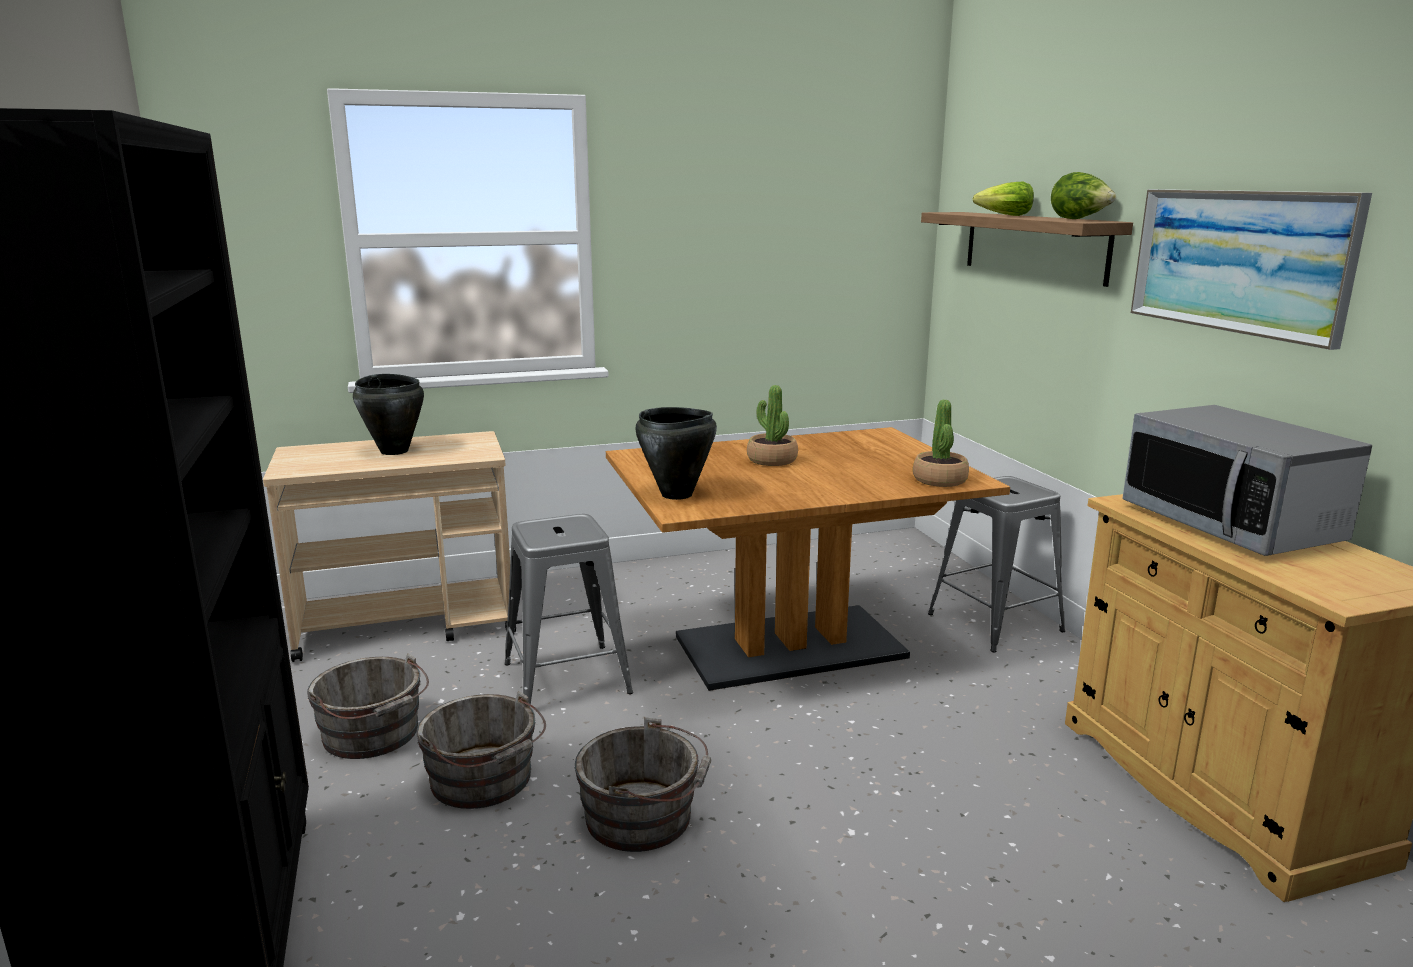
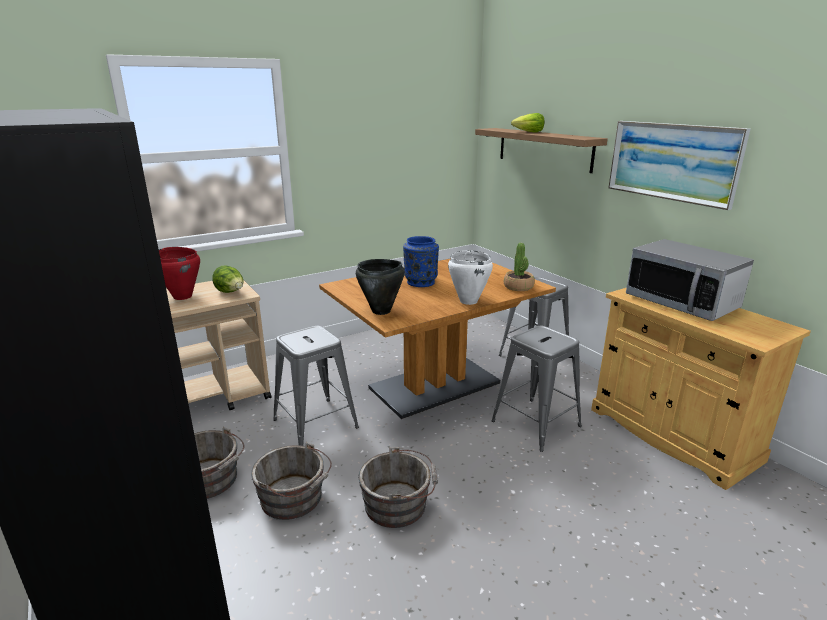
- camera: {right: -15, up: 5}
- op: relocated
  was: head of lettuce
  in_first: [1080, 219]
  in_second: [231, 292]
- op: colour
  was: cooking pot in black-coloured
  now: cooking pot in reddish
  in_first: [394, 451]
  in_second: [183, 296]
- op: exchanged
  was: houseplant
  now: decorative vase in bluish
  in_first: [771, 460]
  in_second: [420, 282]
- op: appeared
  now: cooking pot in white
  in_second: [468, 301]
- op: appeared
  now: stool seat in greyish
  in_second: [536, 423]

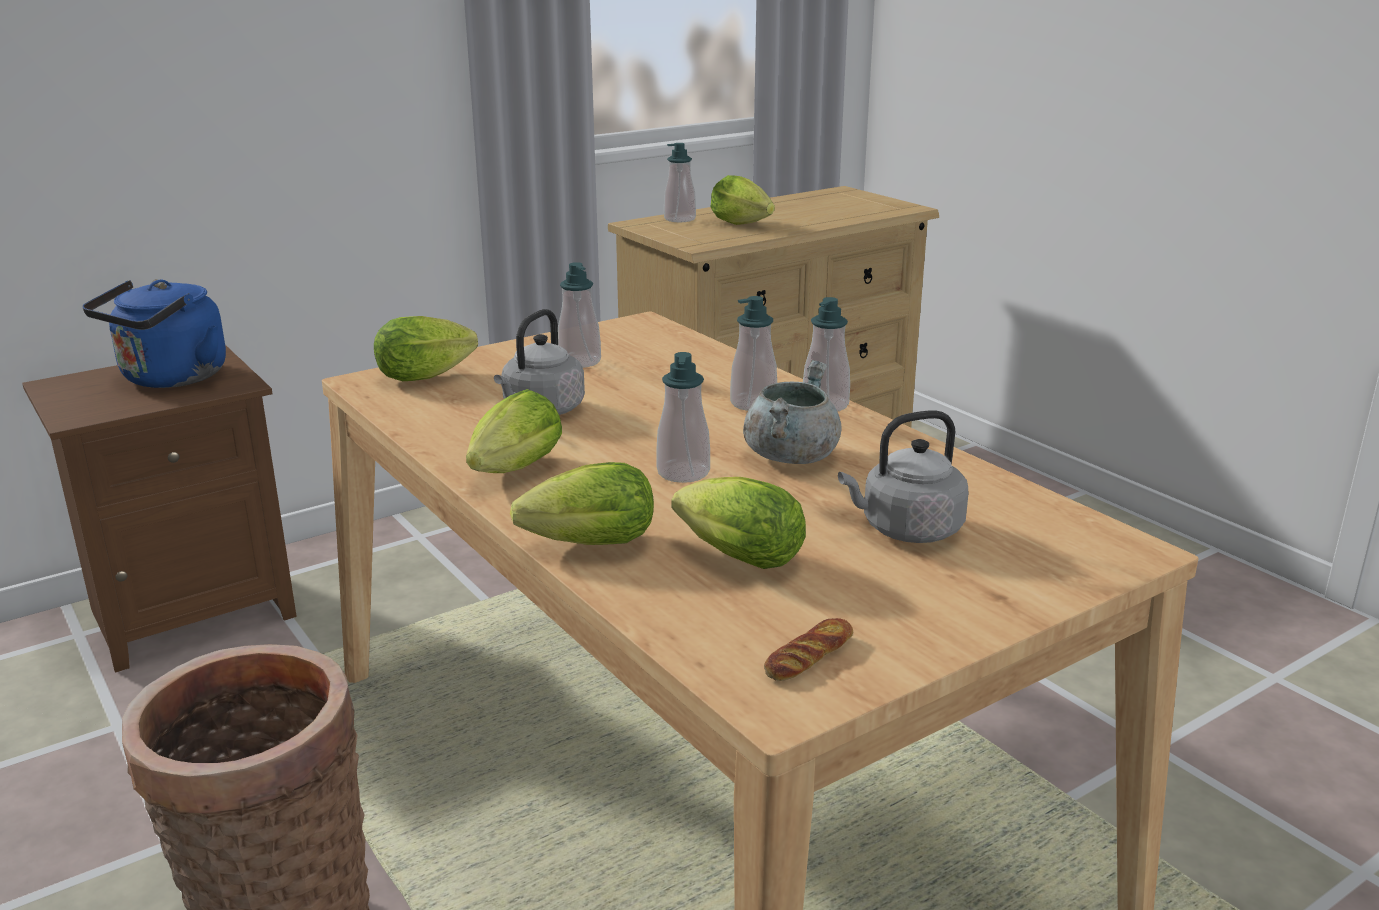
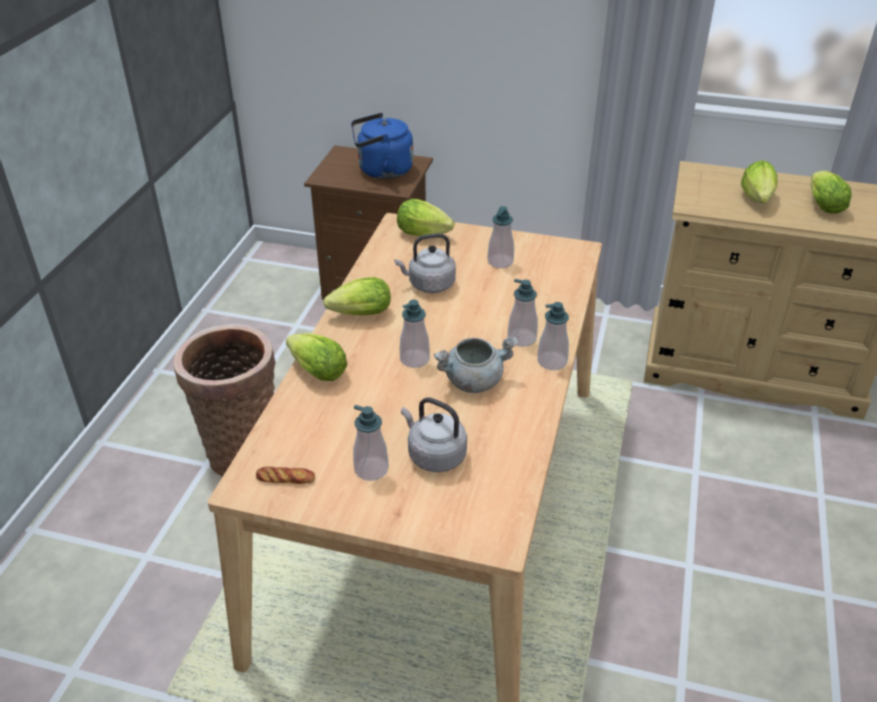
- camera: {right: 50, up: 15}
- op: relocated
  was: liquid soap bottle
  in_first: [679, 219]
  in_second: [371, 469]
- op: relocated
  was: head of lettuce
  in_first: [733, 556]
  in_second: [822, 205]

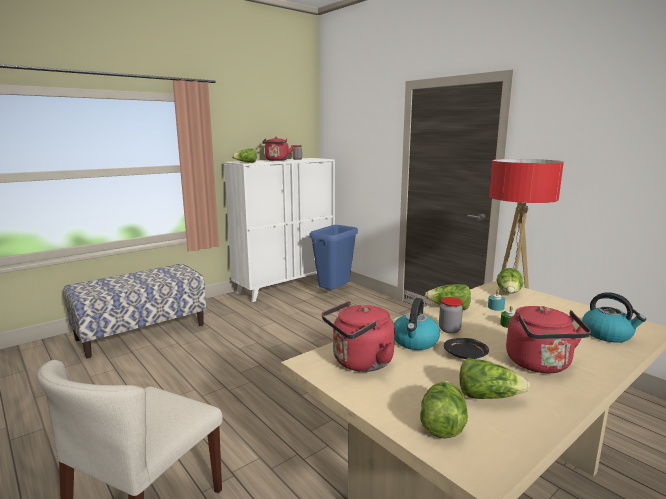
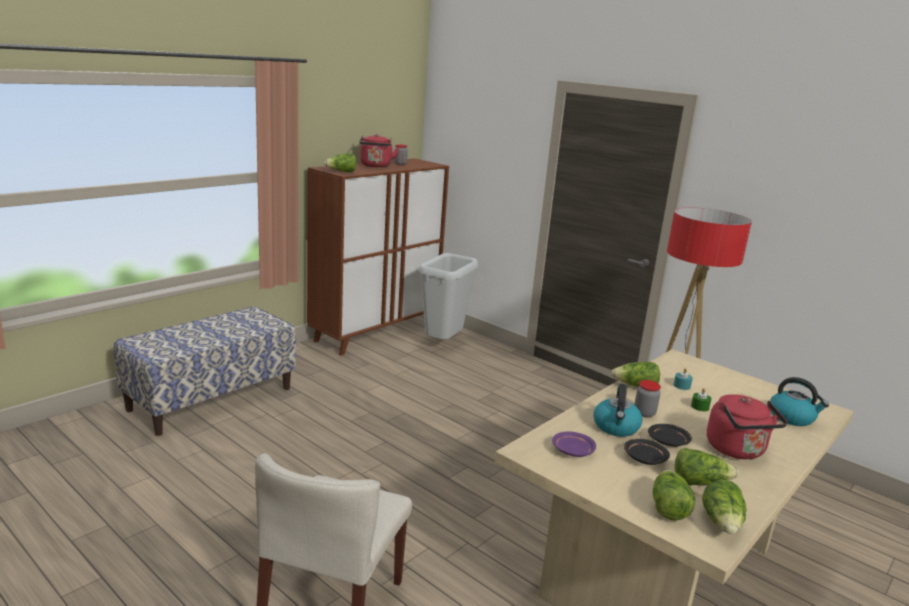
- camera: {right: -10, up: 5}
- op: colour
  was: cabinet in white
  now: cabinet in brownish
  in_first: [285, 286]
  in_second: [375, 332]
- op: colour
  was: rubbish bin in bluish
  now: rubbish bin in greyish
  in_first: [334, 293]
  in_second: [443, 344]
- op: relocated
  was: head of lettuce
  in_first: [509, 293]
  in_second: [722, 523]
- op: exchanged
  was: kettle in reddish
  now: flat dish in purplish
  in_first: [359, 362]
  in_second: [572, 451]
- op: appeared
  now: flat dish in black-coloured
  in_second: [644, 458]

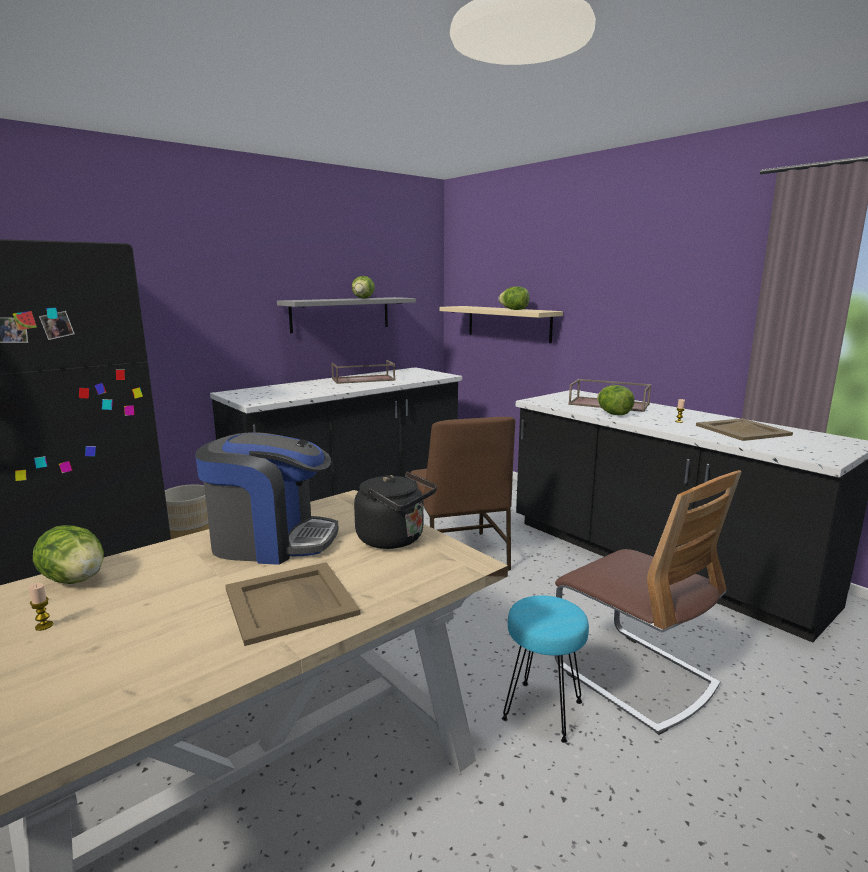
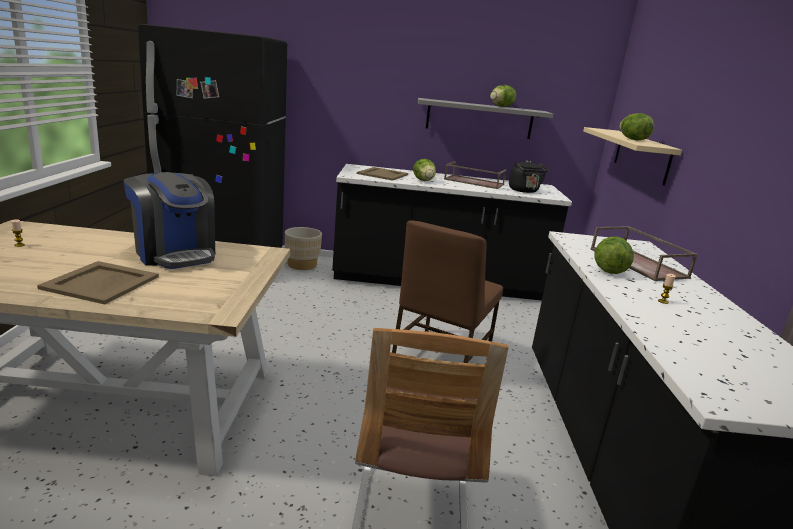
- camera: {right: 40, up: 5}
- op: relocated
  was: tray in sand-coloured
  in_first: [741, 430]
  in_second: [382, 174]
- op: relocated
  was: kettle in black-coloured
  in_first: [394, 539]
  in_second: [524, 191]
- op: relocated
  was: head of lettuce
  in_first: [75, 579]
  in_second: [423, 181]
- op: missing
  was: stool seat in turquoise-coloured
  in_first: [542, 711]

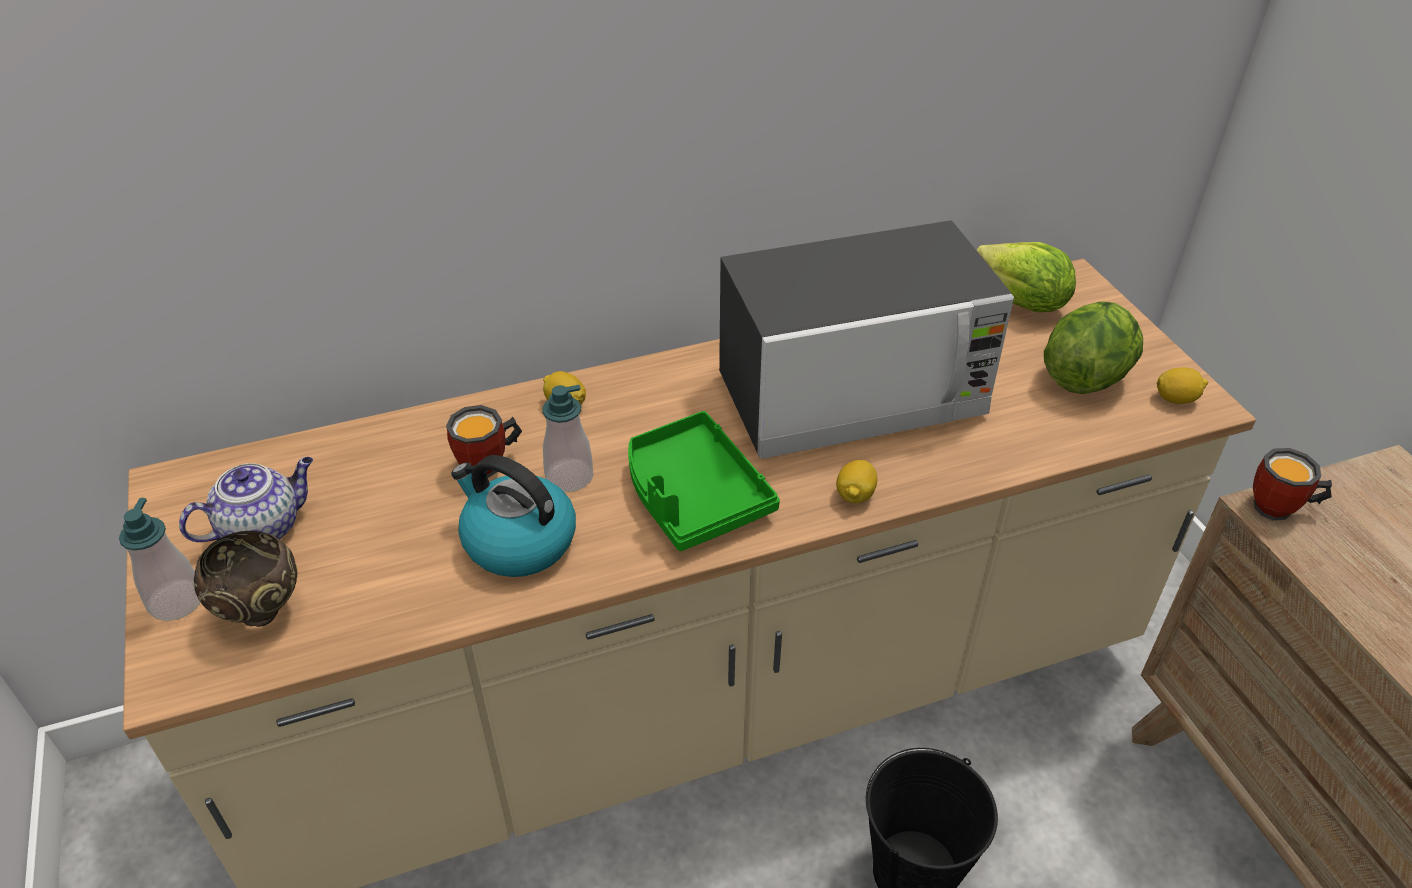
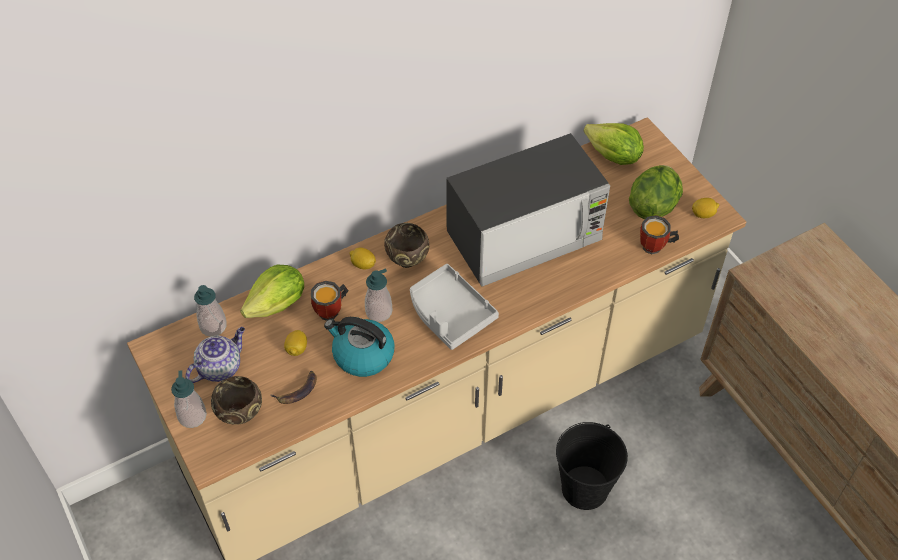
- camera: {right: -10, up: 10}
- op: colour
  was: tray in green
  now: tray in greyish
  in_first: [693, 496]
  in_second: [449, 314]
- op: relocated
  was: tea mug
  in_first: [1280, 511]
  in_second: [656, 248]
- op: relocated
  was: citrus fruit
  in_first: [855, 495]
  in_second: [296, 349]
- op: appeared
  now: bowl in brownish
  in_second: [408, 262]
- op: appeared
  now: head of lettuce
  in_second: [278, 305]
- op: appeared
  now: liquid soap bottle
  in_second: [213, 326]
- op: appeared
  now: banana fruit
  in_second: [297, 390]

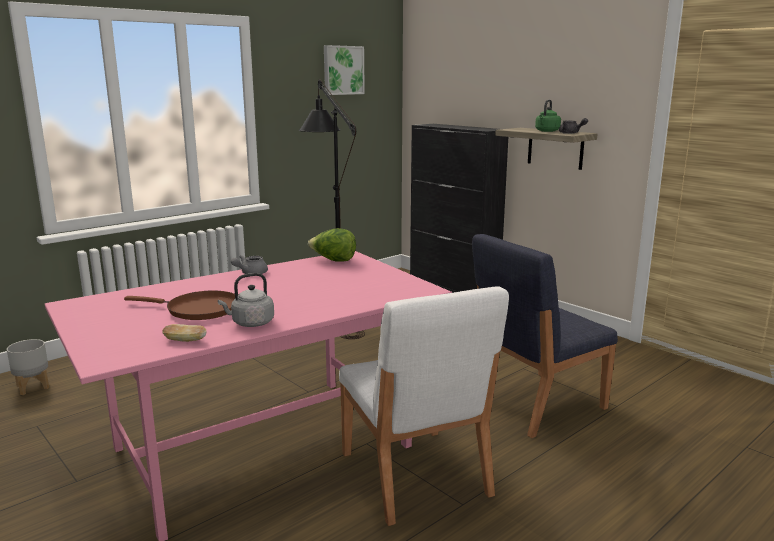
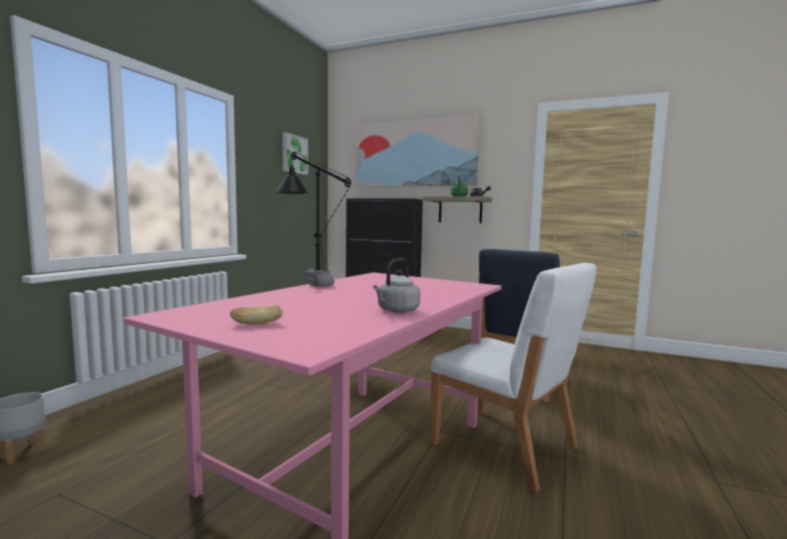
- camera: {right: -25, up: -10}
- op: missing
  was: head of lettuce
  in_first: [333, 261]
- op: missing
  was: frying pan in brownish
  in_first: [198, 309]
- op: relocated
  was: baked bread
  in_first: [185, 341]
  in_second: [257, 323]
- op: appeared
  now: wall picture
  in_second: [414, 153]

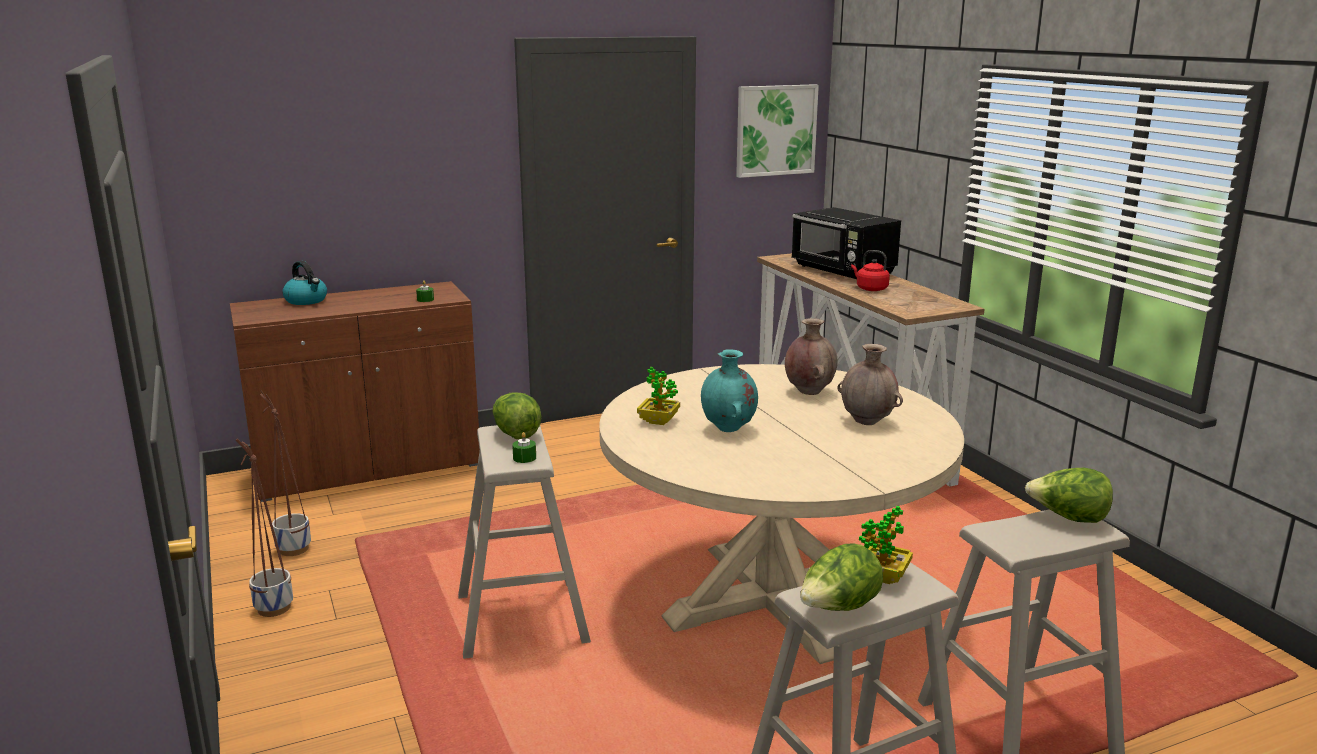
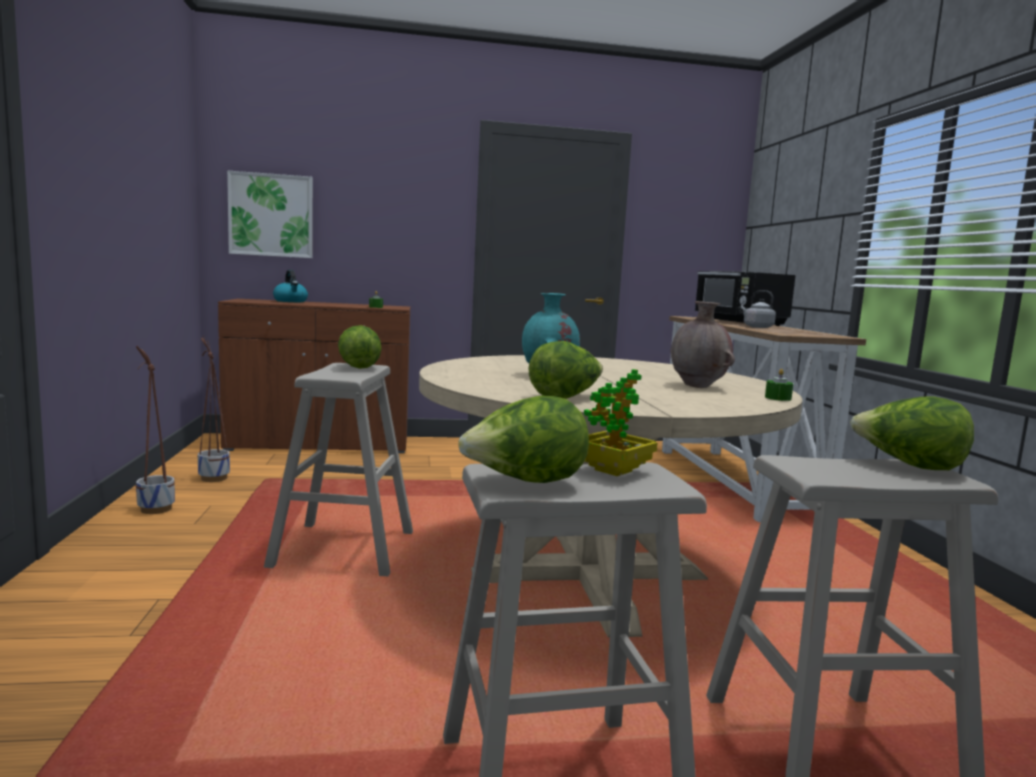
- camera: {right: 15, up: -10}
- op: relocated
  was: wall picture
  in_first: [775, 130]
  in_second: [271, 215]
- op: colour
  was: kettle in reddish
  now: kettle in greyish
  in_first: [870, 289]
  in_second: [756, 327]
- op: missing
  was: decorative vase in brownish
  in_first: [809, 392]
- op: missing
  was: houseplant
  in_first: [658, 421]
- op: relocated
  was: wax candle in green
  in_first: [524, 458]
  in_second: [778, 398]
- op: appeared
  now: head of lettuce
  in_second: [565, 397]

